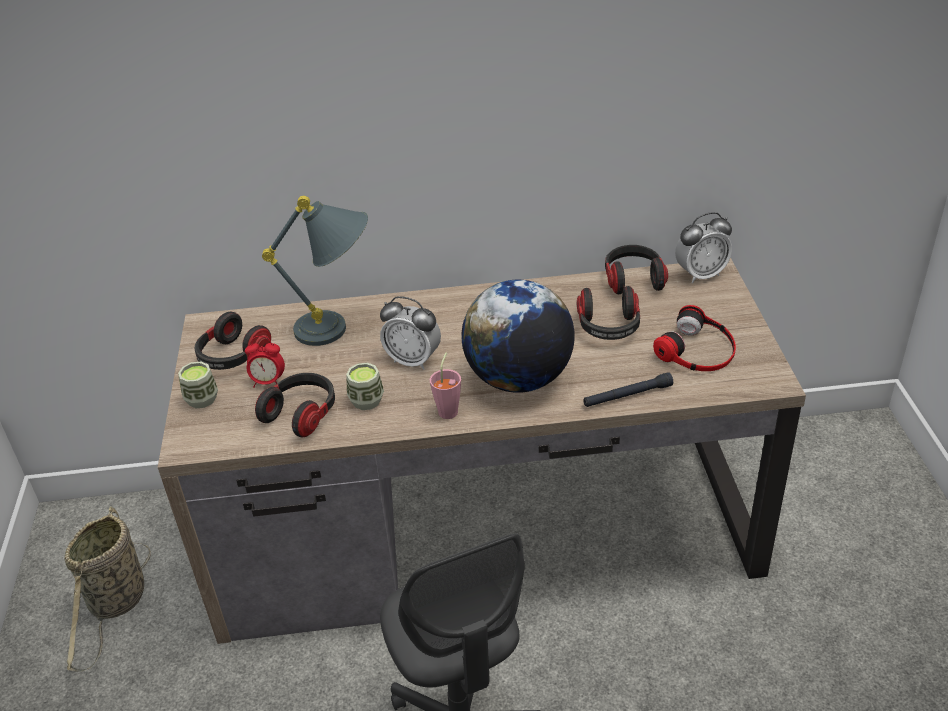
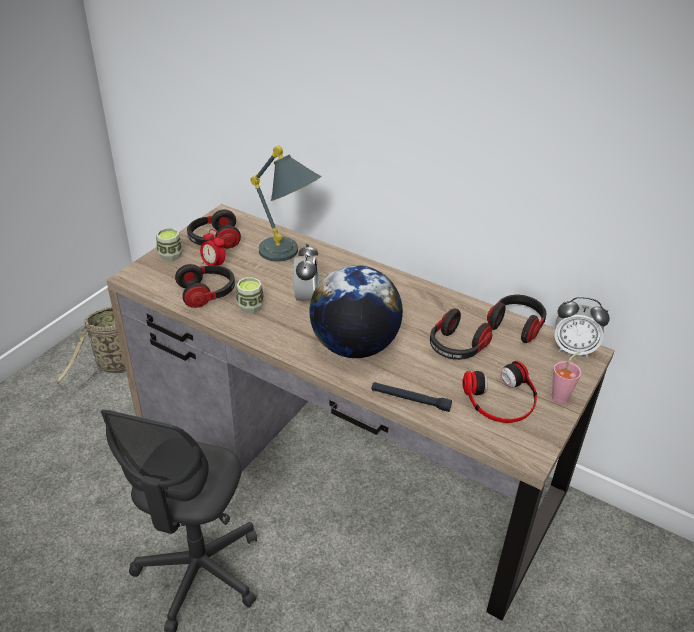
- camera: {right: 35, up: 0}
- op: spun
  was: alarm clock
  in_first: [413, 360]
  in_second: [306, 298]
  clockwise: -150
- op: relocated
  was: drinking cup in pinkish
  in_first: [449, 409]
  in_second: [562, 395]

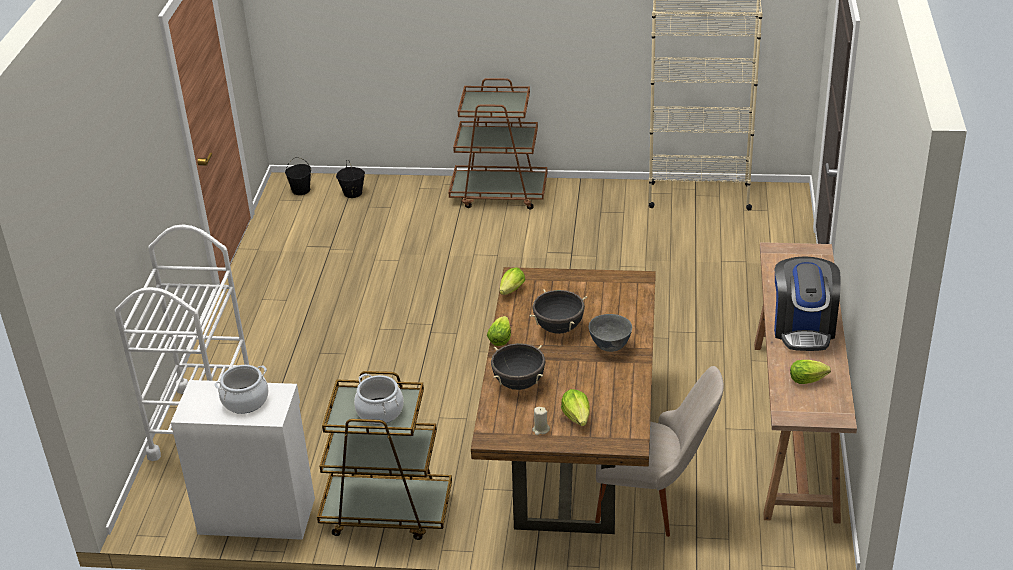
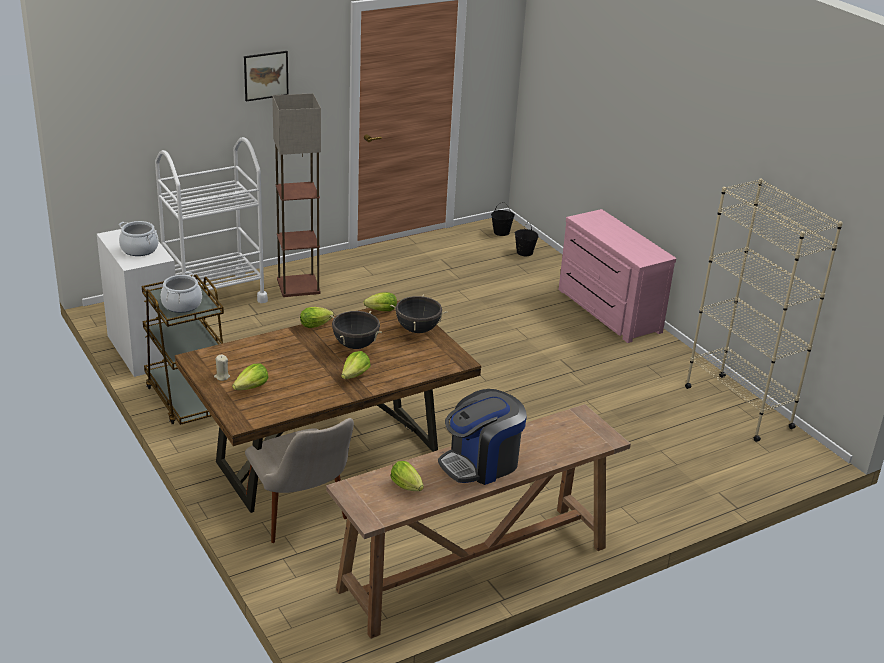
- camera: {right: 50, up: -5}
- op: exchanged
  was: trolley in brownish
  now: drawer chest in pinkish
  in_first: [499, 194]
  in_second: [606, 311]
- op: exchanged
  was: bowl in greyish
  now: head of lettuce
  in_first: [610, 347]
  in_second: [355, 375]
- op: relocated
  was: cooking pot in black-coloured
  in_first: [519, 383]
  in_second: [417, 329]
- op: appeared
  now: wall picture
  in_second: [266, 75]
- op: appeared
  now: standard lamp
  in_second: [299, 286]

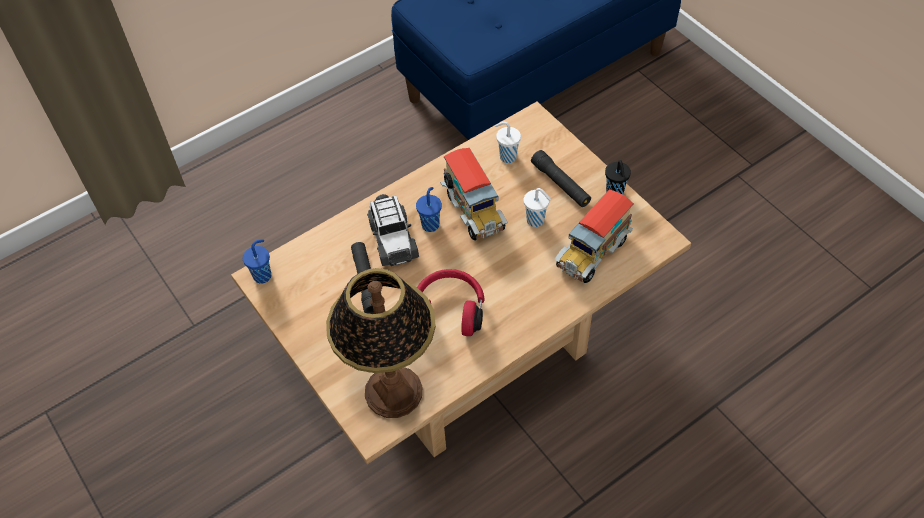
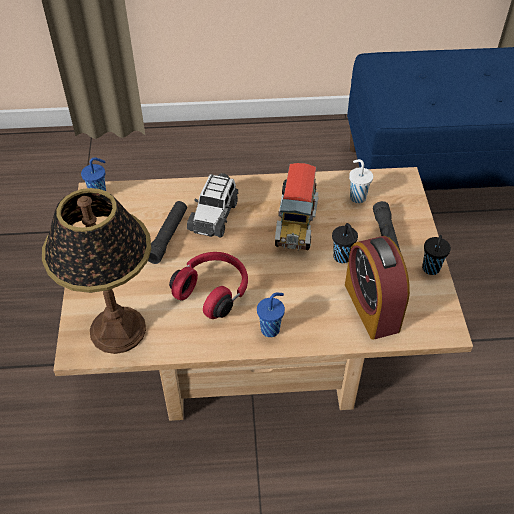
- camera: {right: 30, up: -5}
- op: relocated
  was: drinking cup in bluish
  in_first: [430, 224]
  in_second: [271, 329]
- op: colour
  was: drinking cup in white
  now: drinking cup in black-coloured
  in_first: [536, 221]
  in_second: [342, 258]
- op: exchanged
  was: toy truck
  now: alarm clock
  in_first: [592, 252]
  in_second: [371, 307]

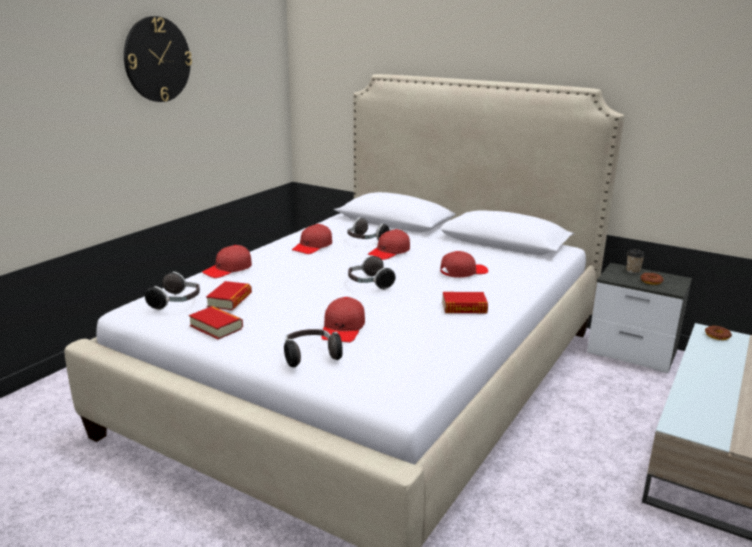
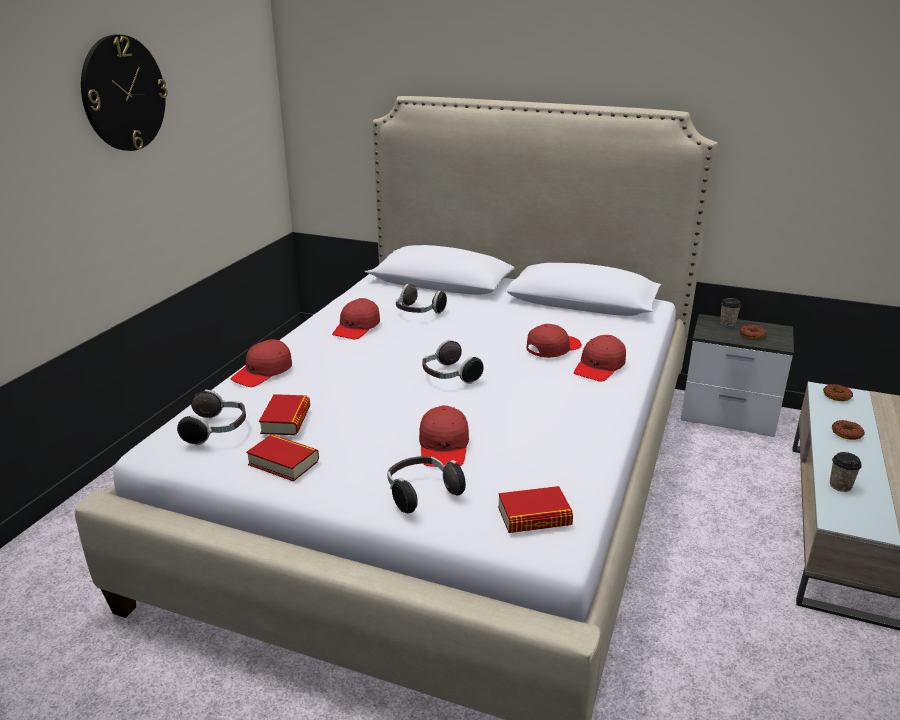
- camera: {right: -10, up: 5}
- op: relocated
  was: baseball cap in reddish
  in_first: [389, 252]
  in_second: [599, 367]
- op: relocated
  was: bound book
  in_first: [464, 308]
  in_second: [534, 517]
- op: appeared
  now: doughnut
  in_second: [846, 433]
- op: appeared
  now: drinking cup
  in_second: [840, 486]

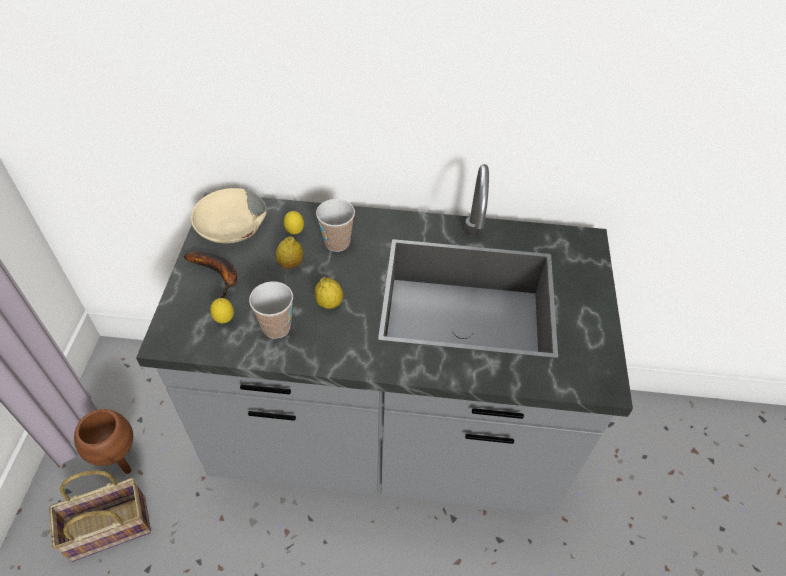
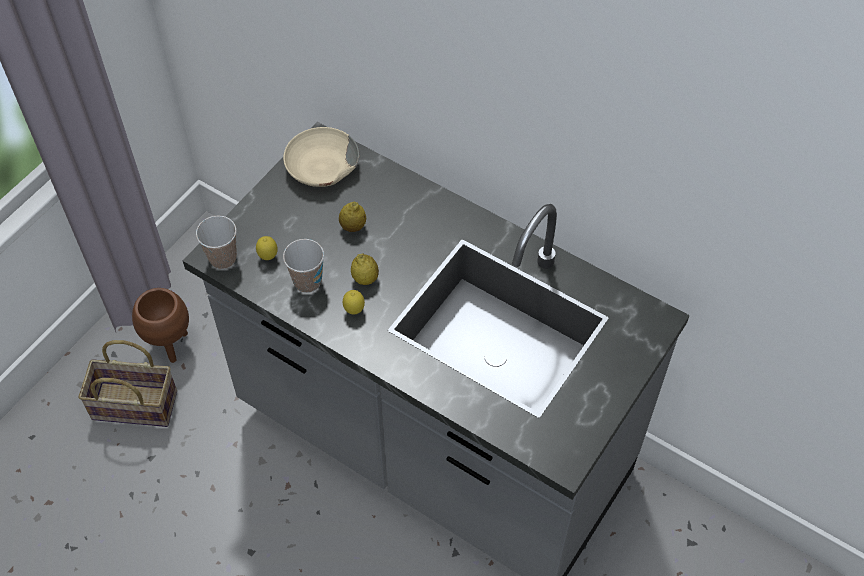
- camera: {right: 30, up: 5}
- op: relocated
  was: drinking cup
  in_first: [337, 242]
  in_second: [223, 258]
- op: relocated
  was: citrus fruit
  in_first: [295, 233]
  in_second: [354, 311]
- op: missing
  was: banana fruit
  in_first: [218, 274]

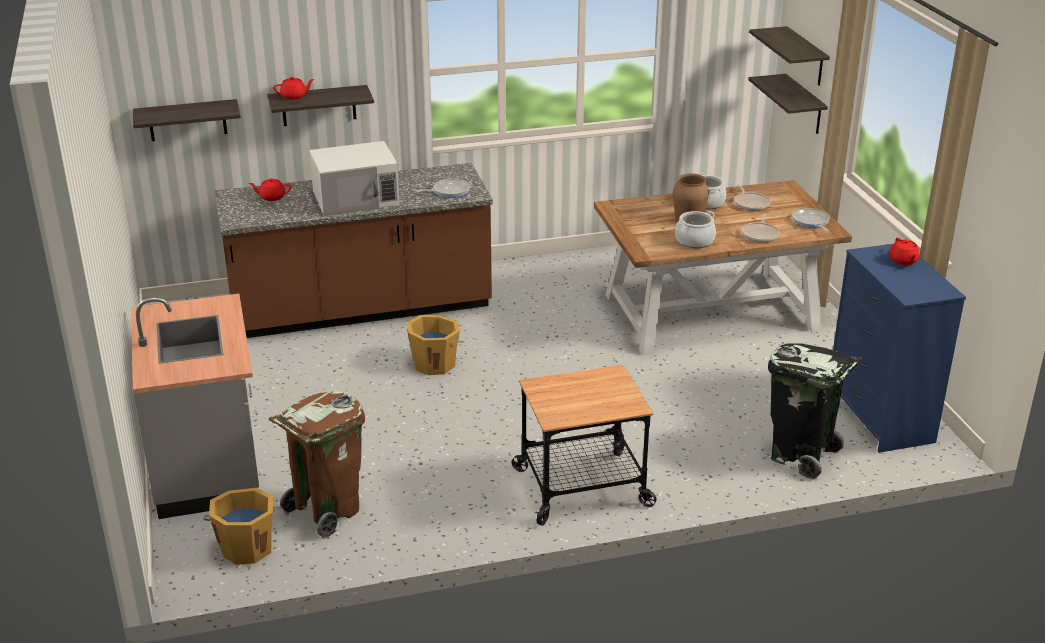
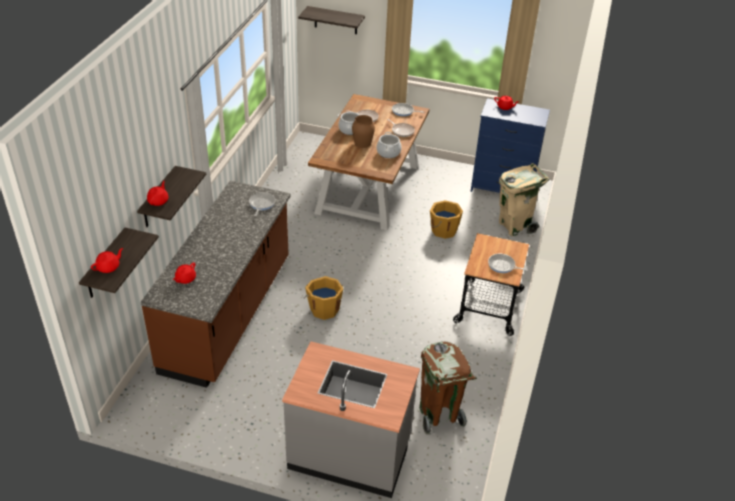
- camera: {right: -60, up: 10}
- op: missing
  was: bracket shelf
  in_first: [804, 105]
- op: missing
  was: kitchen microwave in white
  in_first: [356, 198]
- op: colour
  was: rubbish bin in black-coloured
  now: rubbish bin in sand-coloured
  in_first: [801, 455]
  in_second: [514, 226]
- op: relocated
  was: pail in orange-coloured
  in_first: [247, 547]
  in_second: [443, 230]
- op: appeared
  now: pot for tea in reddish
  in_second: [108, 267]
- op: appeared
  now: frying pan
  in_second: [503, 266]

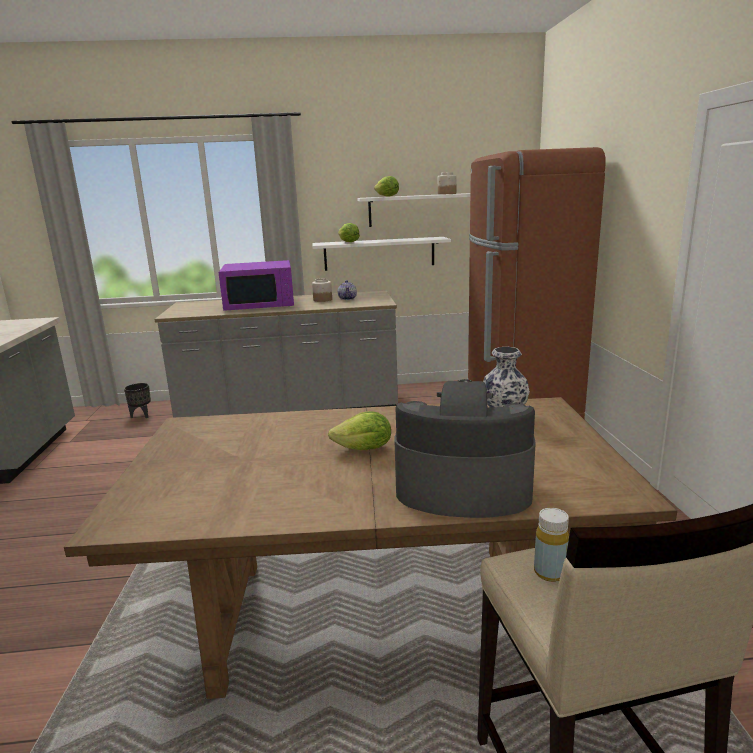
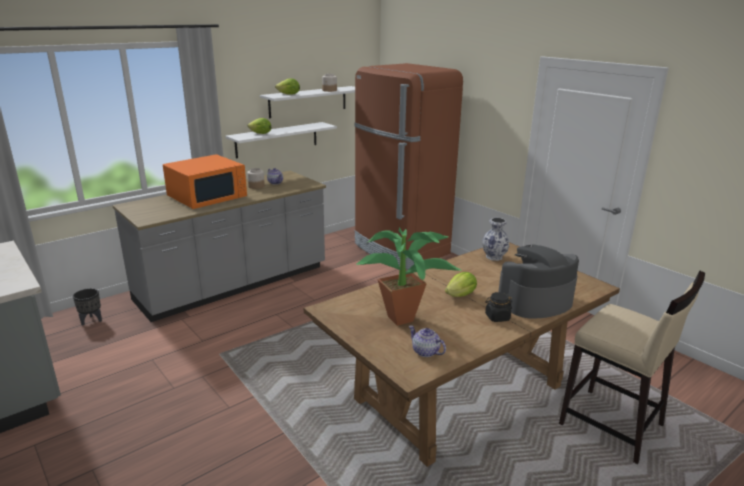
- camera: {right: -35, up: 5}
- op: colour
  was: kitchen microwave in purplish
  now: kitchen microwave in orange-coloured
  in_first: [260, 303]
  in_second: [208, 196]
- op: missing
  was: drink bottle in yellow-coloured
  in_first: [549, 573]
- op: appeared
  now: houseplant
  in_second: [406, 319]
- op: appeared
  now: jar in black-coloured
  in_second: [497, 317]
- op: appeared
  now: pot for tea
  in_second: [425, 352]

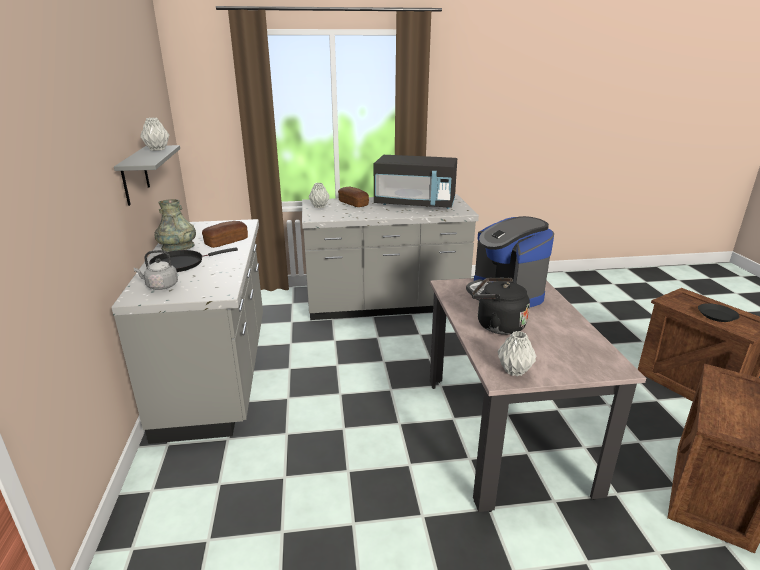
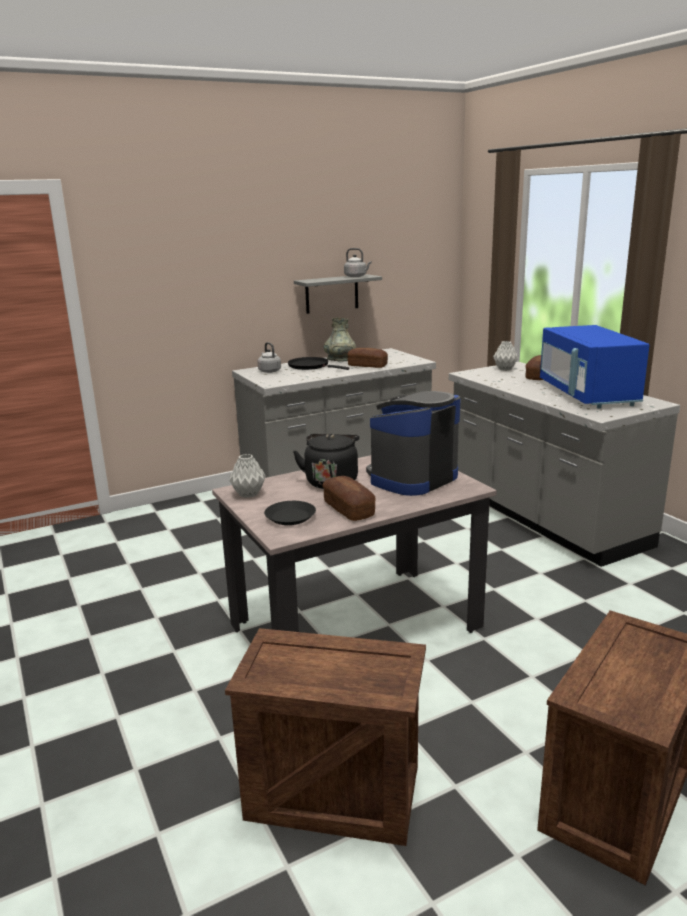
- camera: {right: 70, up: -5}
- op: exchanged
  was: decorative vase in greyish
  now: kettle in greyish
  in_first: [158, 149]
  in_second: [356, 276]
- op: colour
  was: kitchen microwave in black-coloured
  now: kitchen microwave in bluish
  in_first: [415, 204]
  in_second: [587, 394]
- op: relocated
  was: flat dish in black-coloured
  in_first: [717, 316]
  in_second: [289, 517]
- op: appeared
  now: baked bread
  in_second: [348, 509]

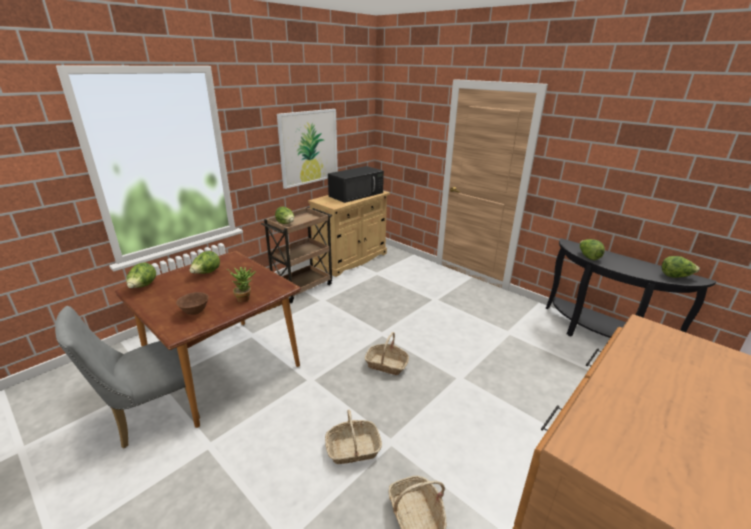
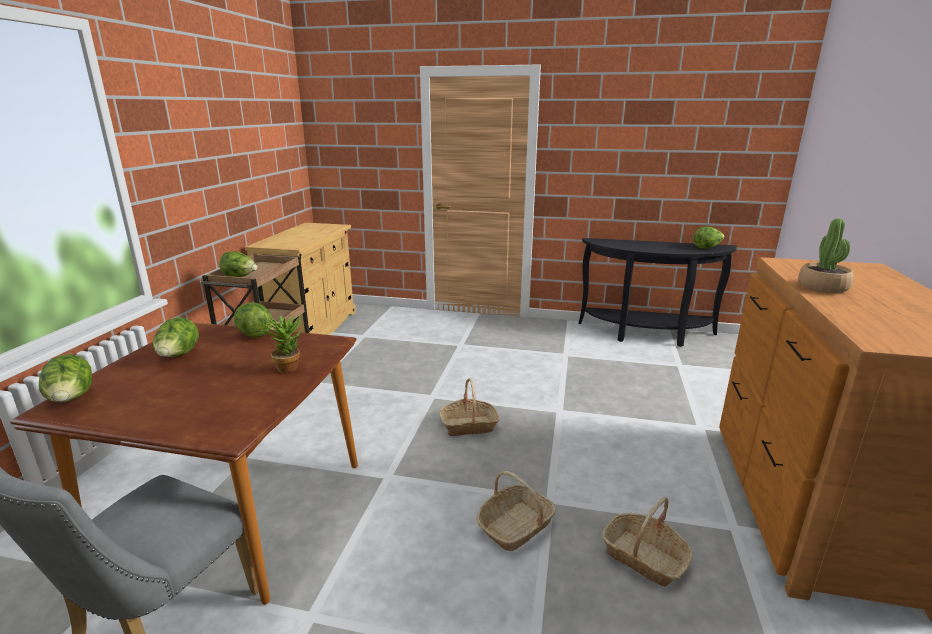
- camera: {right: -30, up: -5}
- op: missing
  was: wall picture
  in_first: [308, 147]
- op: missing
  was: kitchen microwave in black-coloured
  in_first: [356, 194]
- op: relocated
  was: head of lettuce
  in_first: [588, 257]
  in_second: [254, 334]
- op: missing
  was: bowl in brownish
  in_first: [195, 312]
- op: appeared
  now: houseplant
  in_second: [823, 287]

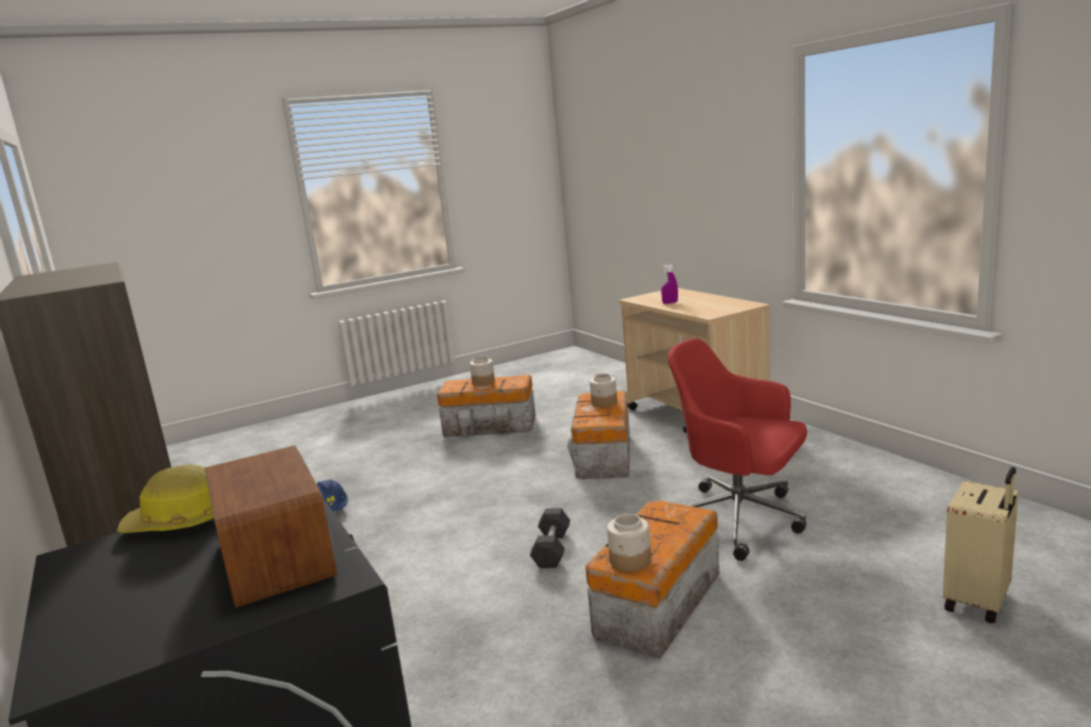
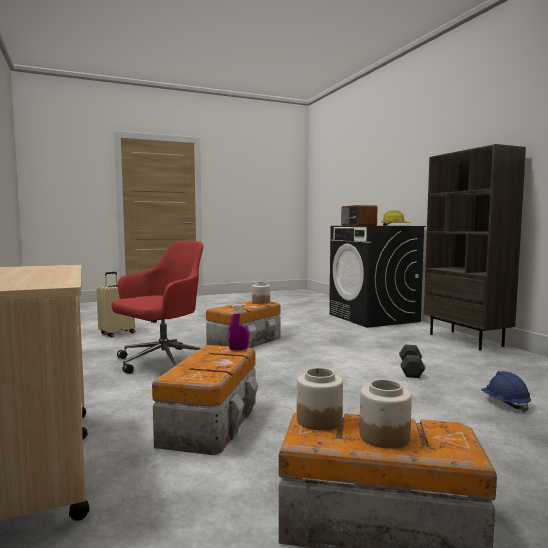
- camera: {right: -175, up: -10}
- op: relocated
  was: spray bottle in purplish
  in_first: [670, 303]
  in_second: [238, 349]
- op: spun
  was: desk chair in reddish
  in_first: [740, 520]
  in_second: [162, 363]
  clockwise: -90
- op: relocated
  was: jar
  in_first: [604, 403]
  in_second: [319, 420]
- op: relocated
  was: free weight in black-coloured
  in_first: [552, 549]
  in_second: [411, 369]

